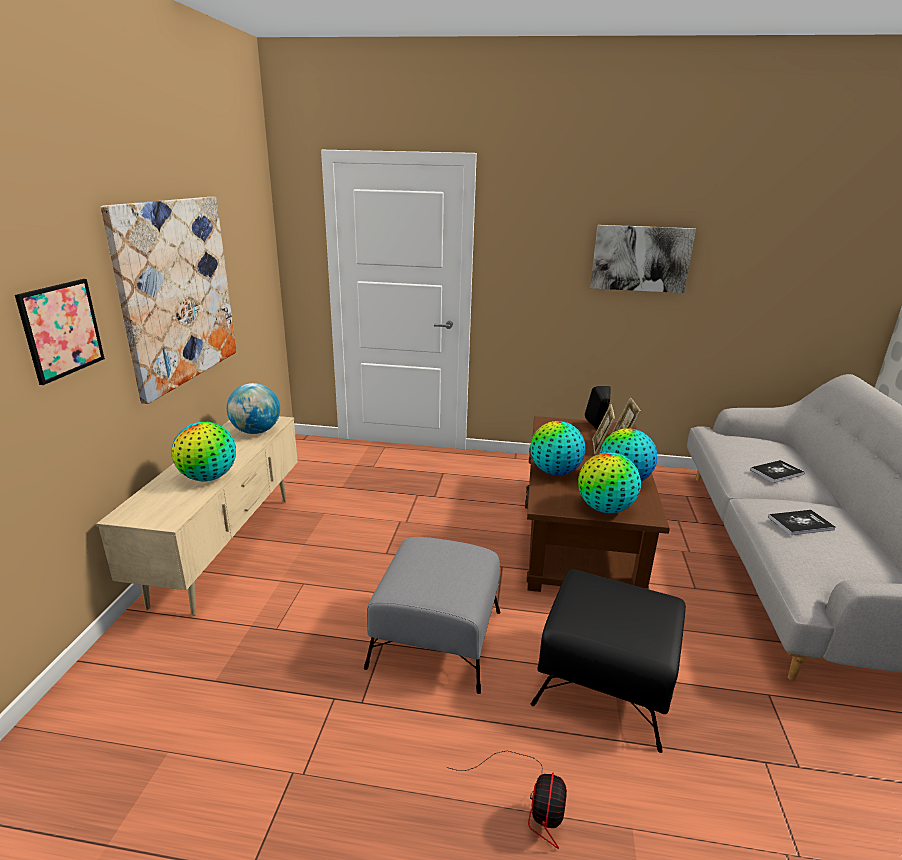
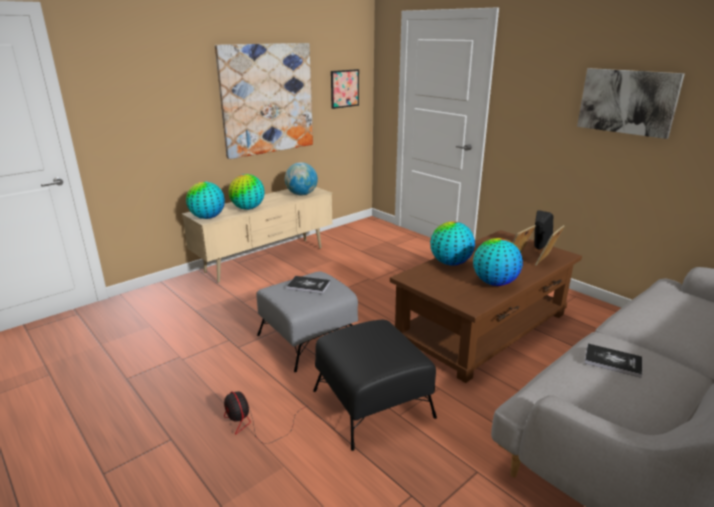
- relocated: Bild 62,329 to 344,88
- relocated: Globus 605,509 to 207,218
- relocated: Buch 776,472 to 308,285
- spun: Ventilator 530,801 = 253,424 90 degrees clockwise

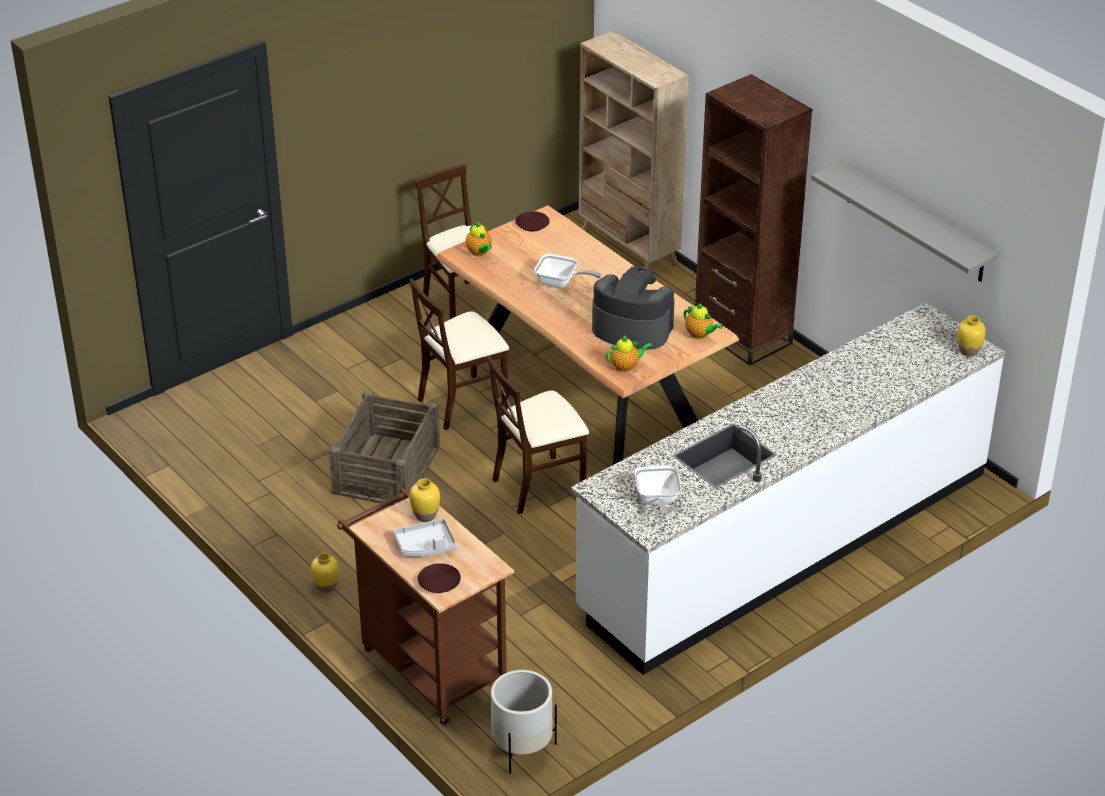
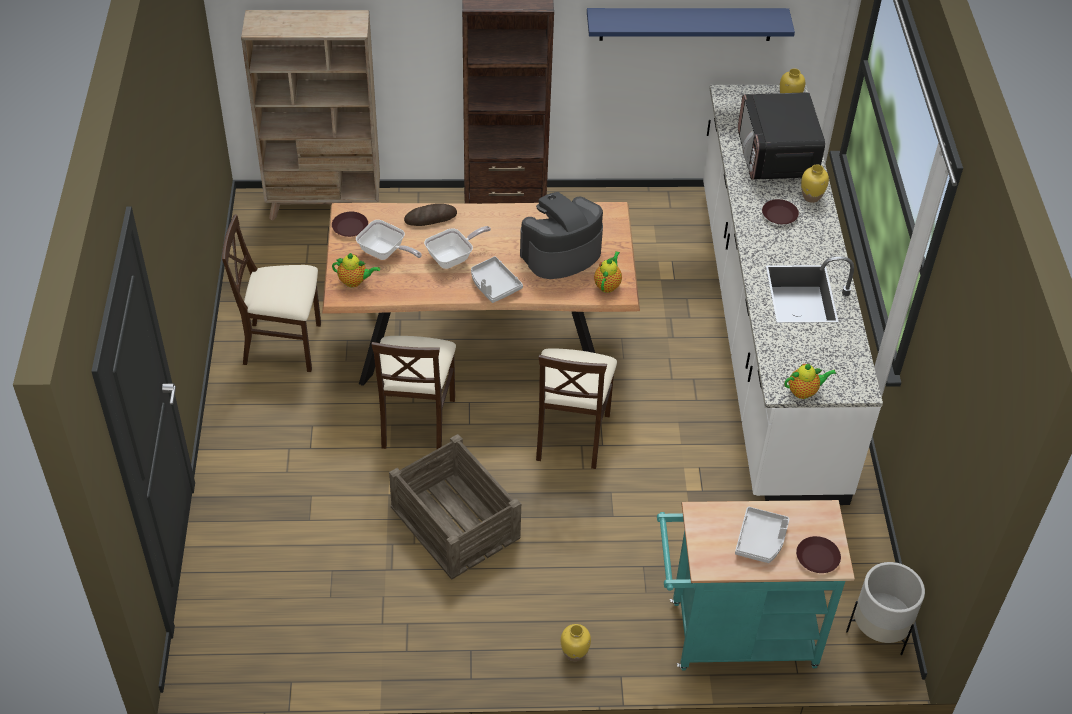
- colour: Wandregal [grau] 915,223 to Wandregal [blau] 686,24
- relocated: Teekanne 700,335 to 804,391
- relocated: Pfanne 657,501 to 385,253
- relocated: Vase [gelb] 425,516 to 811,197
- colour: Rollwagen [braun] 428,665 to Rollwagen [türkis] 733,636
- appeared: Mikrowelle 776,156
- appeared: Teller [braun] 780,215
- appeared: Brot 430,218
- appeared: Tablett [grau] 494,285

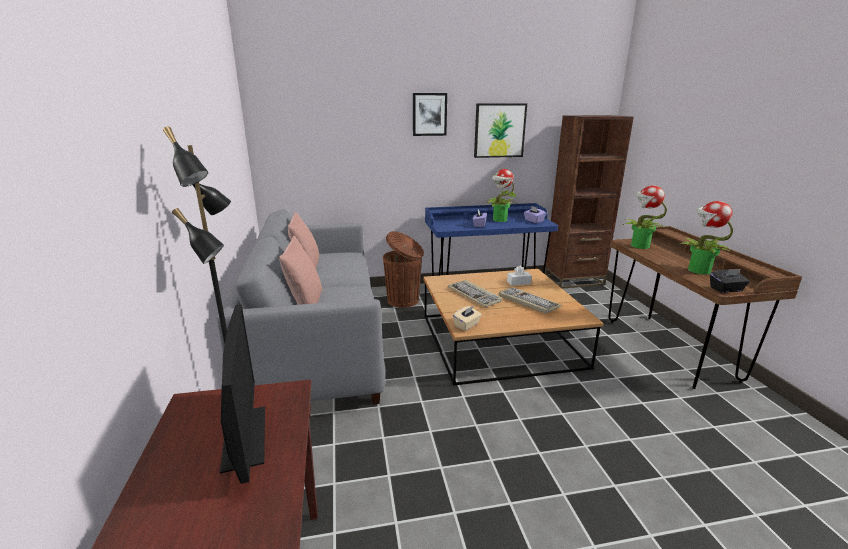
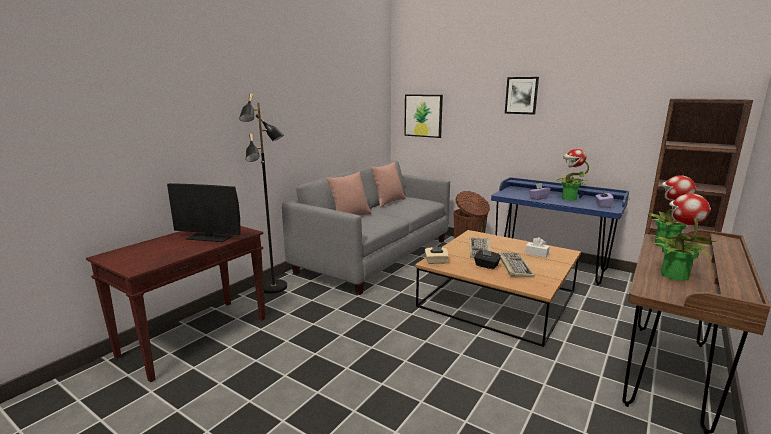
- relocated: Bild 499,130 to 423,115
- relocated: Taschentuchbox [schwarz] 726,289 to 486,266
- spun: Monitor 244,437 = 209,237 75 degrees clockwise

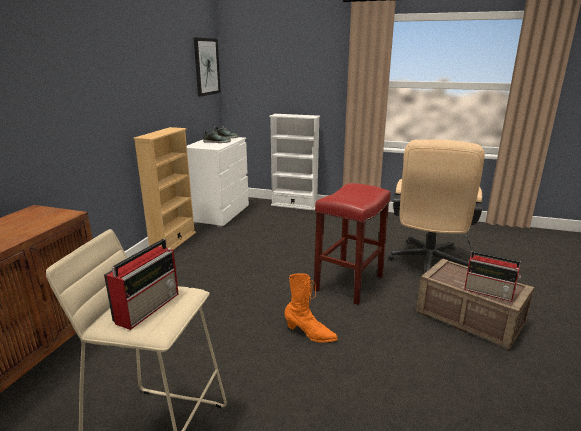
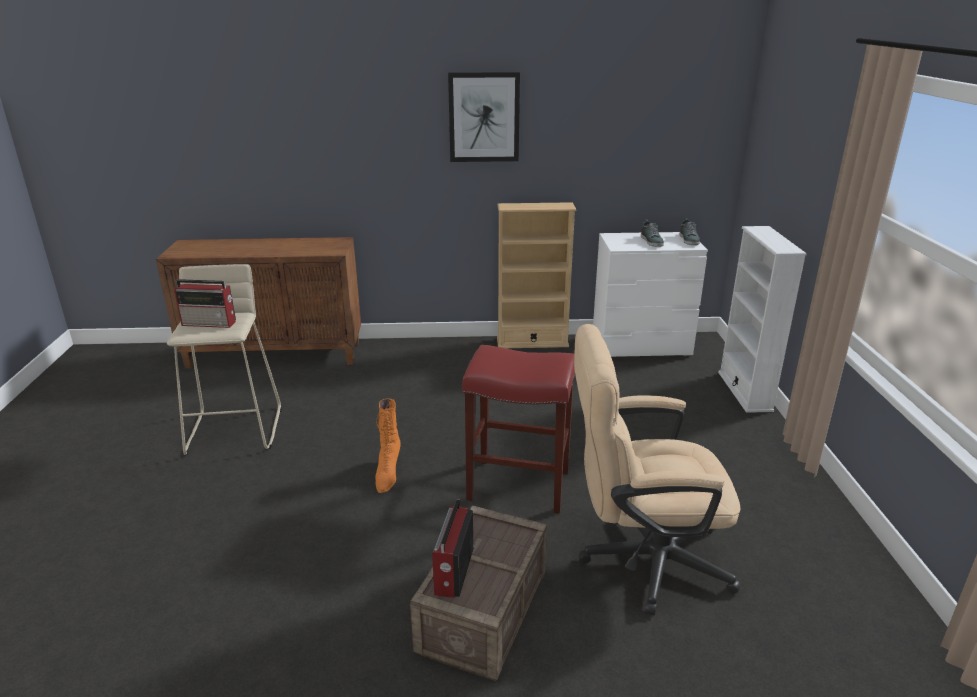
- relocated: Bild 206,67 to 484,117

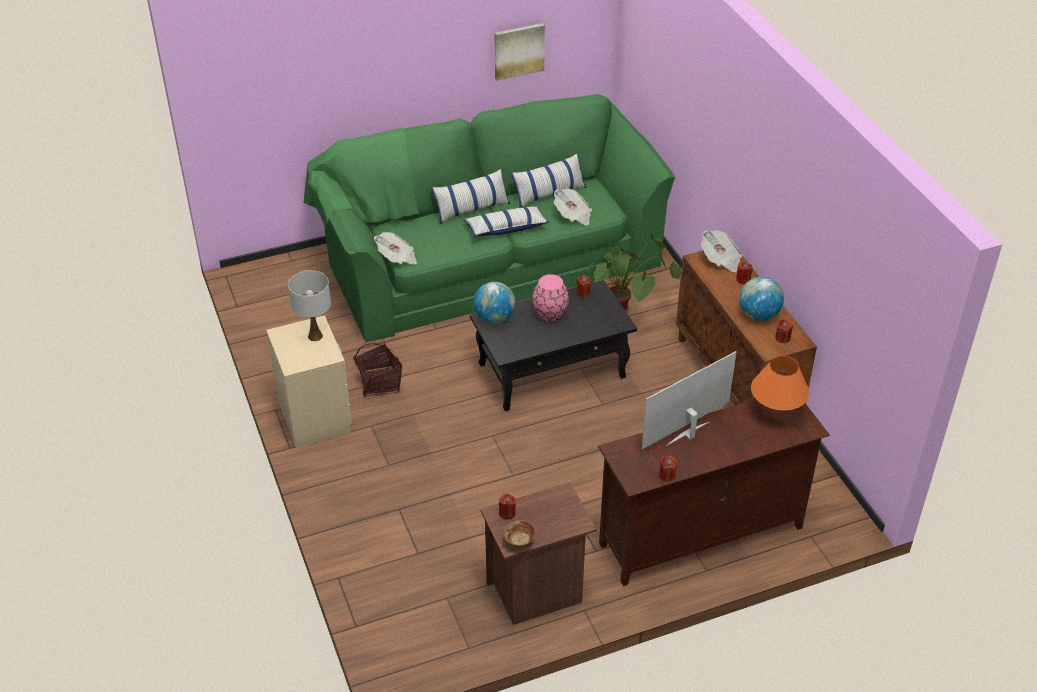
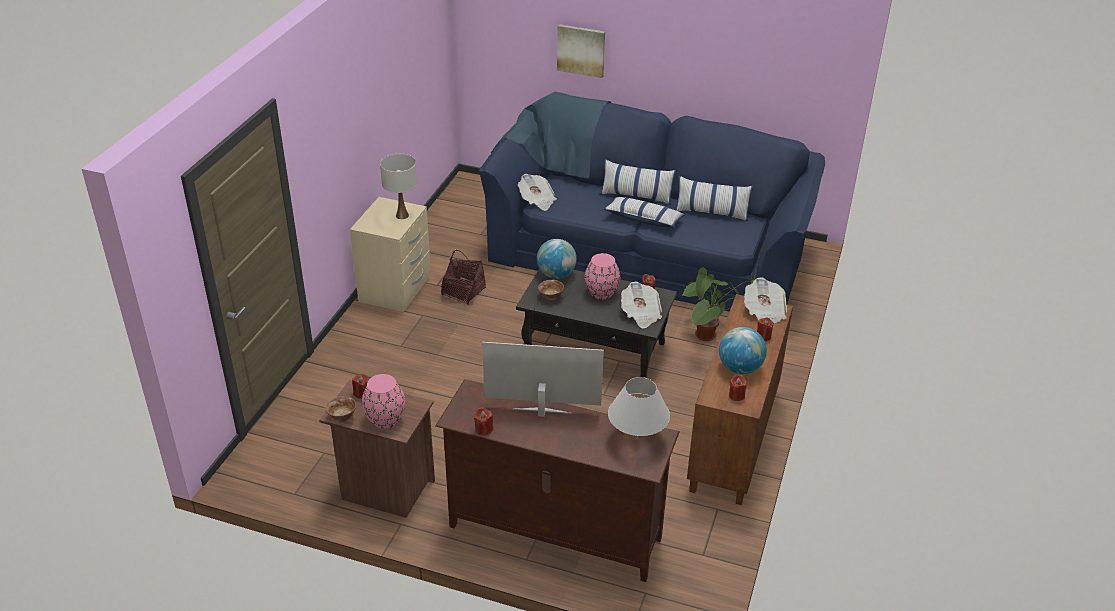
- relocated: Bild 518,50 to 581,50
- colour: Sofa [grün] 488,259 to Sofa [blau] 647,251
- relocated: Zeitung 573,215 to 640,314
- colour: Tischlampe [orange] 775,412 to Tischlampe [weiß] 637,438
- appeared: Schüssel 551,297
- appeared: Vase [rosa] 385,420

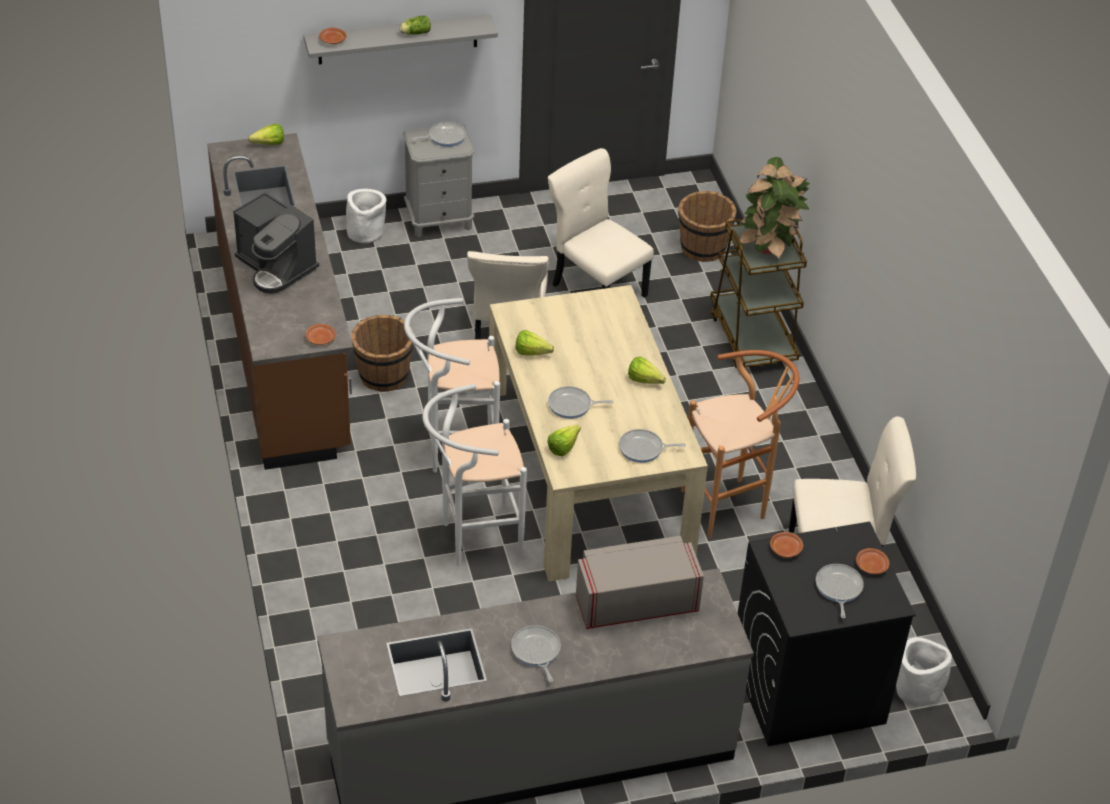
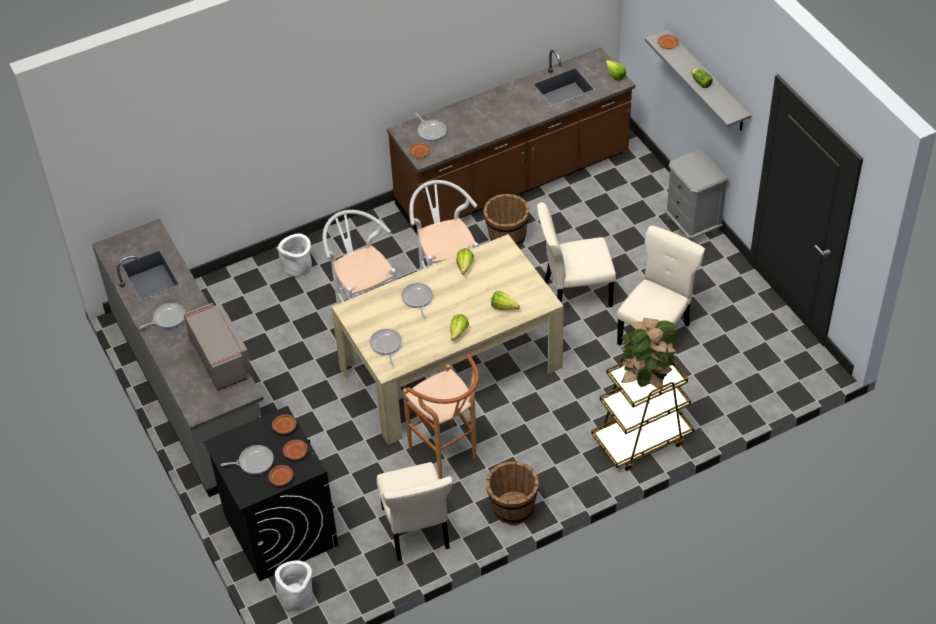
- relocated: Pfanne 444,137 to 431,131
- relocated: Pflanzkübel [weiß] 366,233 to 297,267
- relocated: Eimer [braun] 703,248 to 512,508
- missing: Kaffeemaschine 276,267
- relocated: Salatkopf 566,446 to 506,308
- appeared: Teller [braun] 295,452

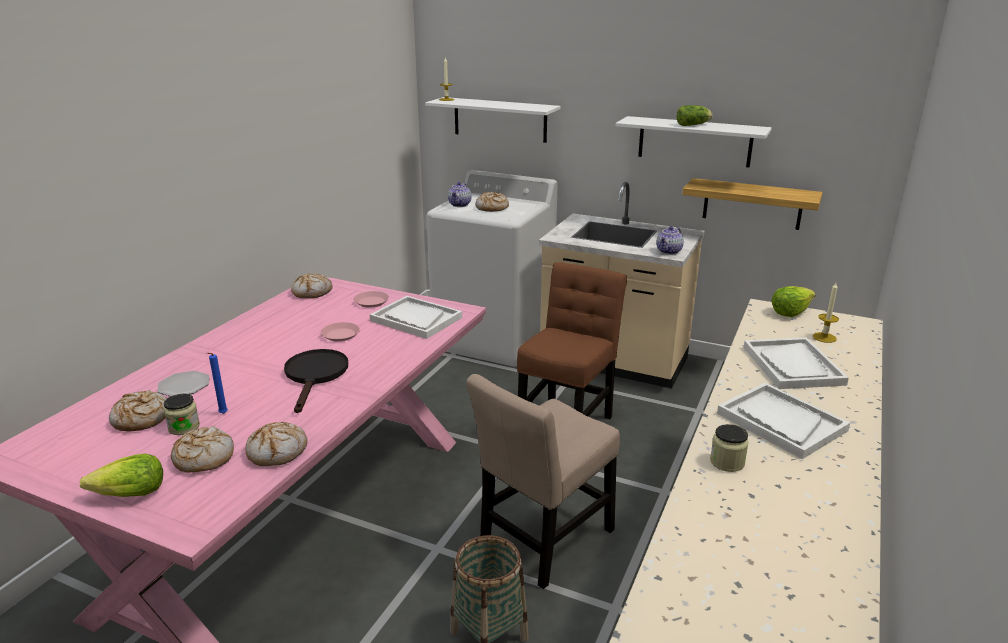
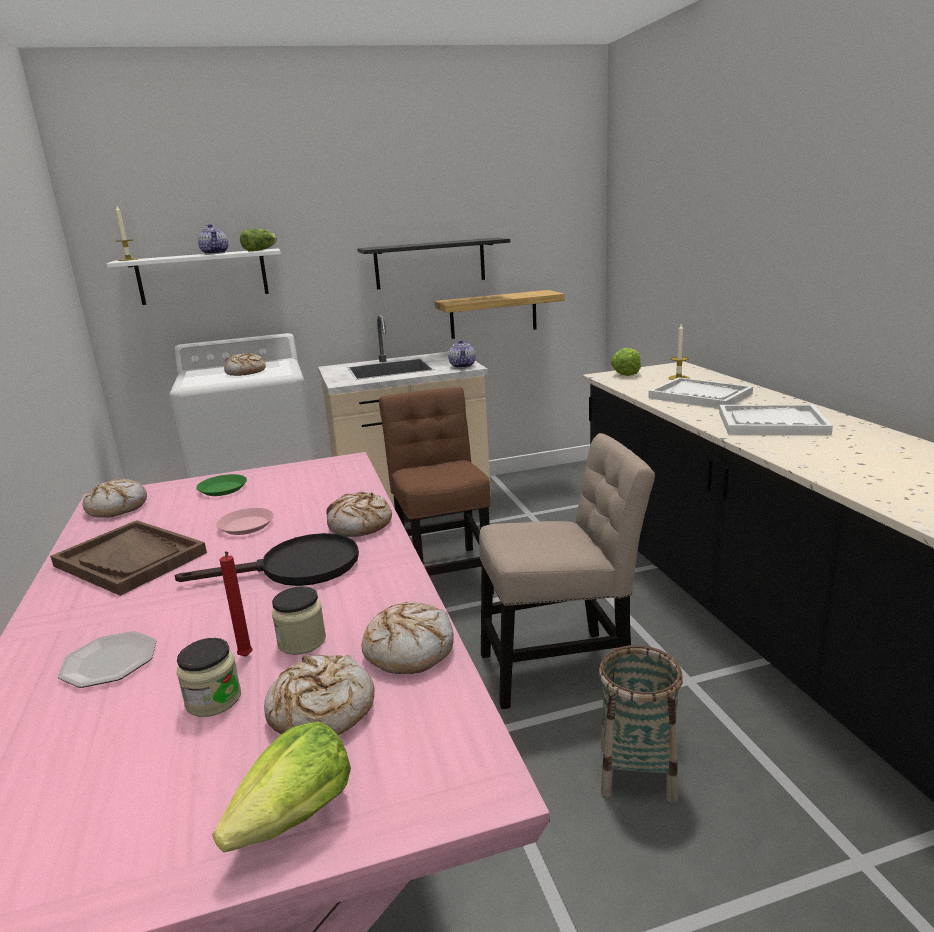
- relocated: Salatkopf 694,125 to 261,250
- colour: Wandregal [weiß] 694,141 to Wandregal [schwarz] 430,263
- relocated: Teekanne 460,205 to 216,253
- colour: Teller [rosa] 371,302 to Teller [grün] 223,489
- missing: Tablett [weiß] 416,319
- spun: Pfanne [schwarz] 315,376 = 296,568 120 degrees clockwise
- colour: Kerze [blau] 222,414 to Kerze [rot] 246,658
- spun: Stuhl [beige] 543,541 = 562,668 105 degrees counterclockwise
- relocated: Brot 141,419 to 359,525
- relocated: Vorratsglas 727,462 to 302,641
- appeared: Tablett [braun] 131,559

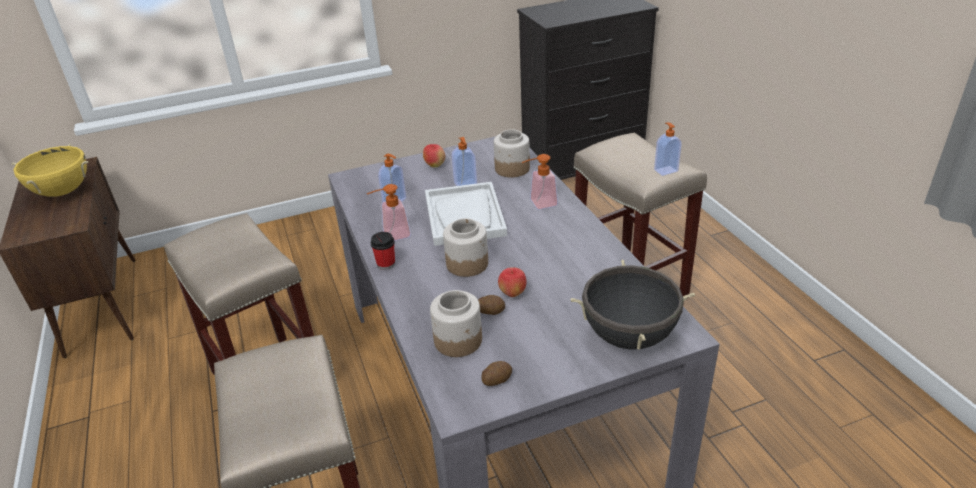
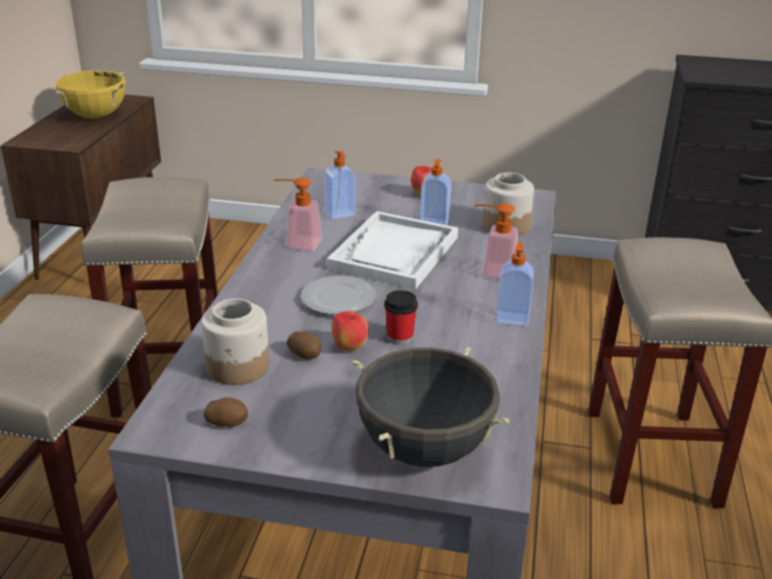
- relocated: Seifenspender 665,170 to 512,318
- exchanged: Vorratsglas 467,263 to Teller 339,299
- relocated: Tasse 386,264 to 400,337

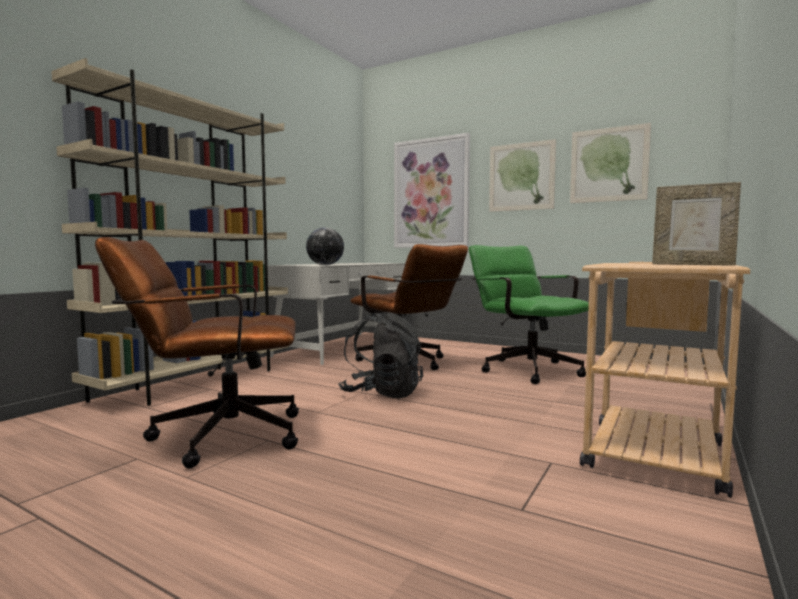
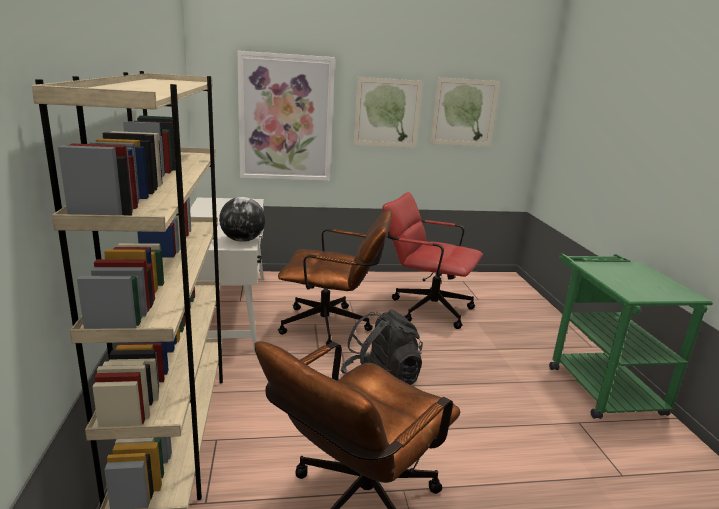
- missing: Bilderrahmen 692,265
- colour: Bürostuhl [grün] 525,369 to Bürostuhl [rot] 424,307
- colour: Rollwagen [beige] 654,449 to Rollwagen [grün] 598,384

